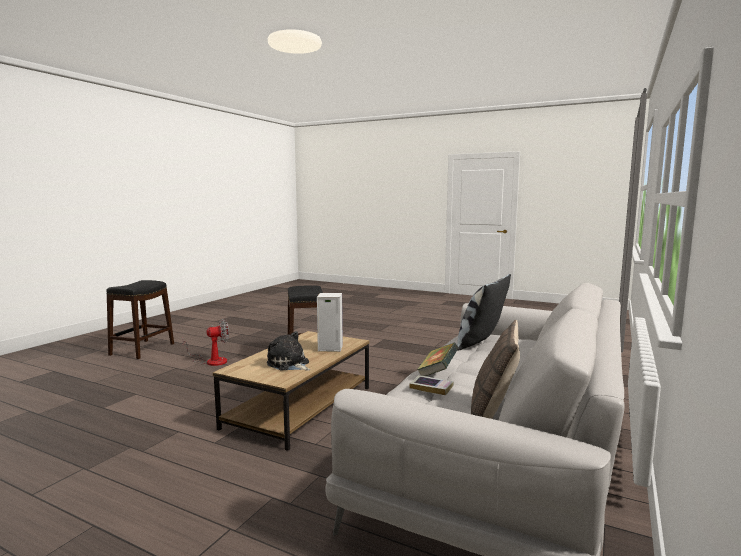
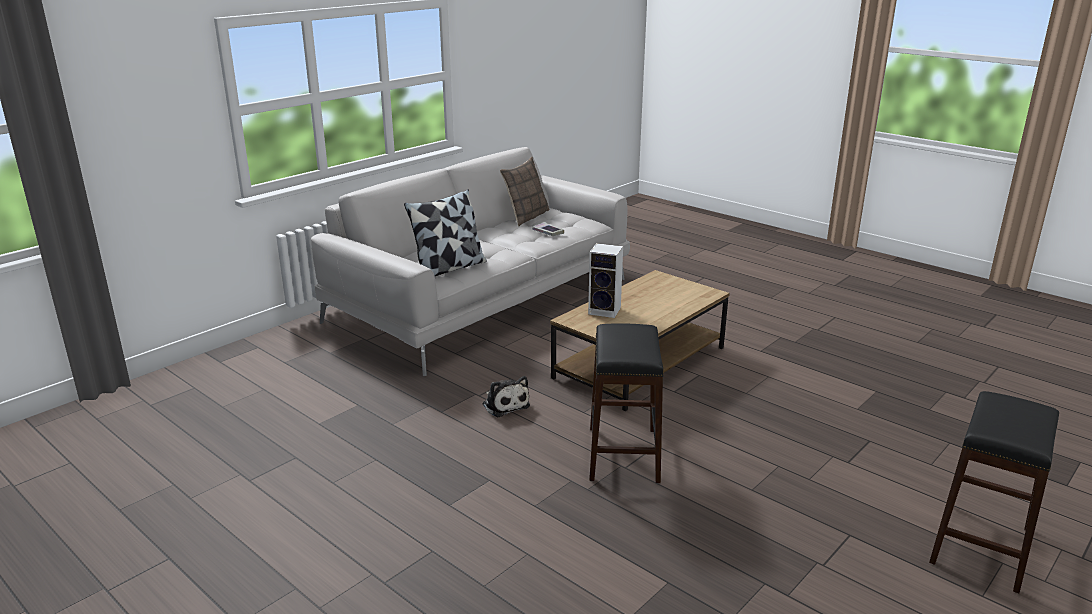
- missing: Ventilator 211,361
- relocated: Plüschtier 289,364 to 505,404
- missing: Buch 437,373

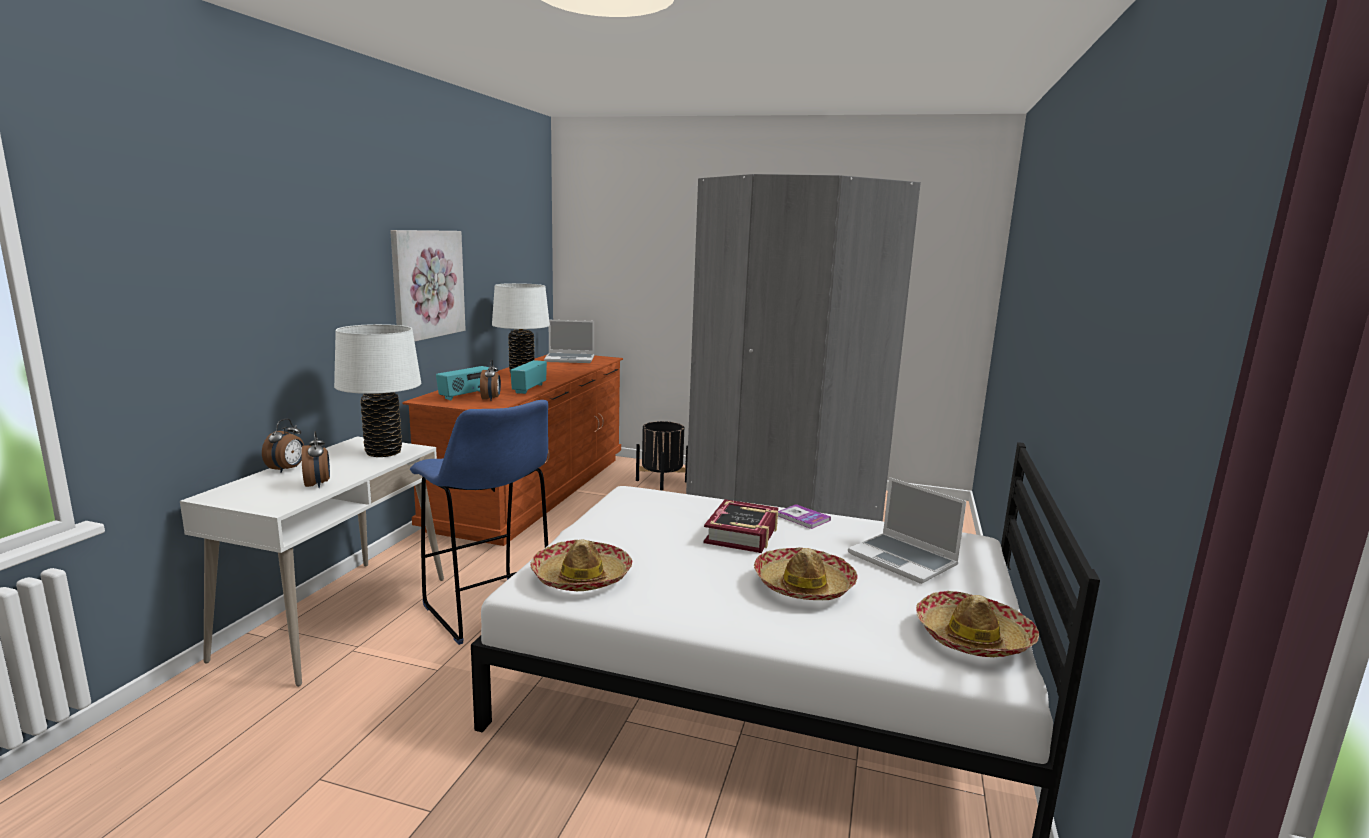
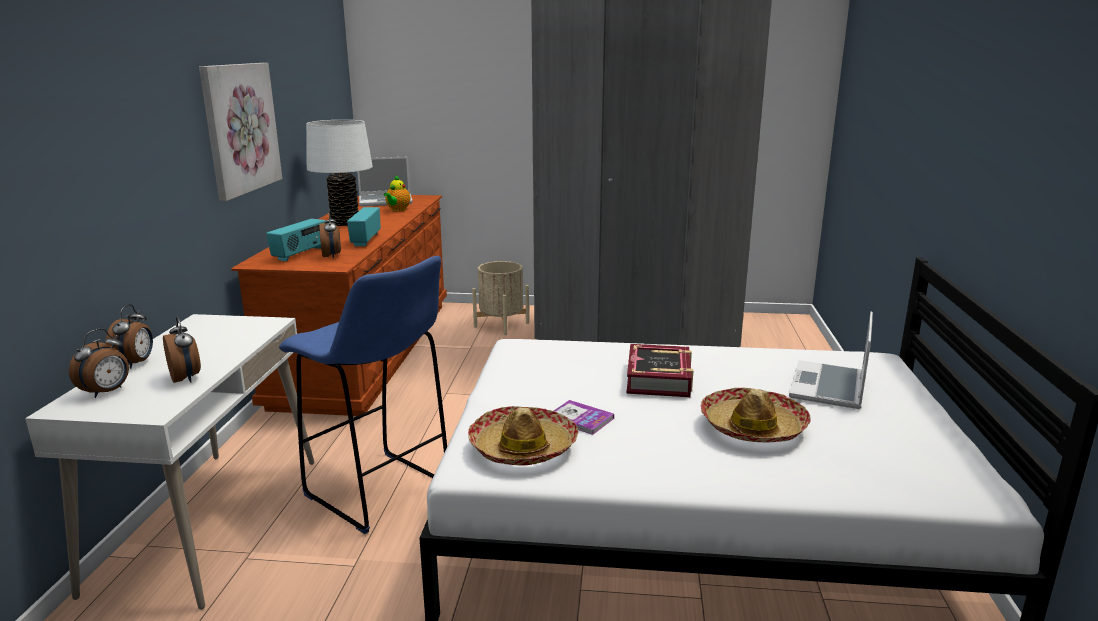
- missing: Tischlampe [weiß] 383,452
- colour: Pflanzkübel [schwarz] 662,481 to Pflanzkübel [beige] 501,325
- spun: Laptop 904,560 = 829,387 75 degrees clockwise
- relocated: Buch 803,518 to 580,419
- missing: Hut 973,637
- appeared: Teekanne 397,210
- appeared: Wecker 107,392

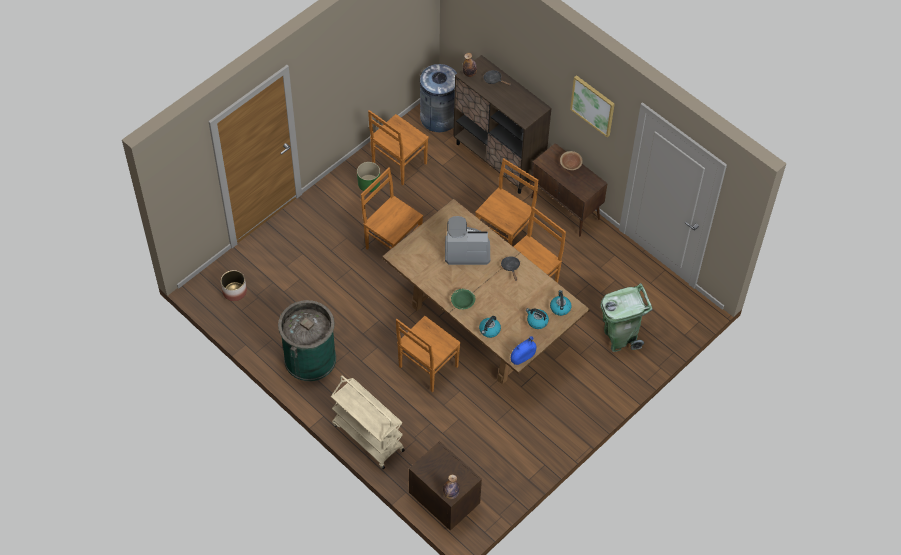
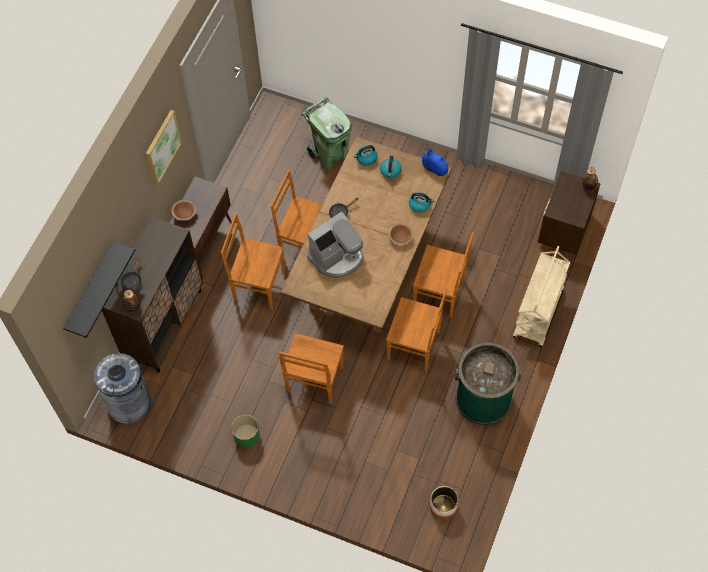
- relocated: Stuhl [braun] 398,164 to 415,346
- spun: Kaffeemaschine 466,249 = 337,257 105 degrees counterclockwise
- colour: Schüssel [grün] 463,302 to Schüssel [braun] 400,237
- appeared: Wandregal [schwarz] 91,290

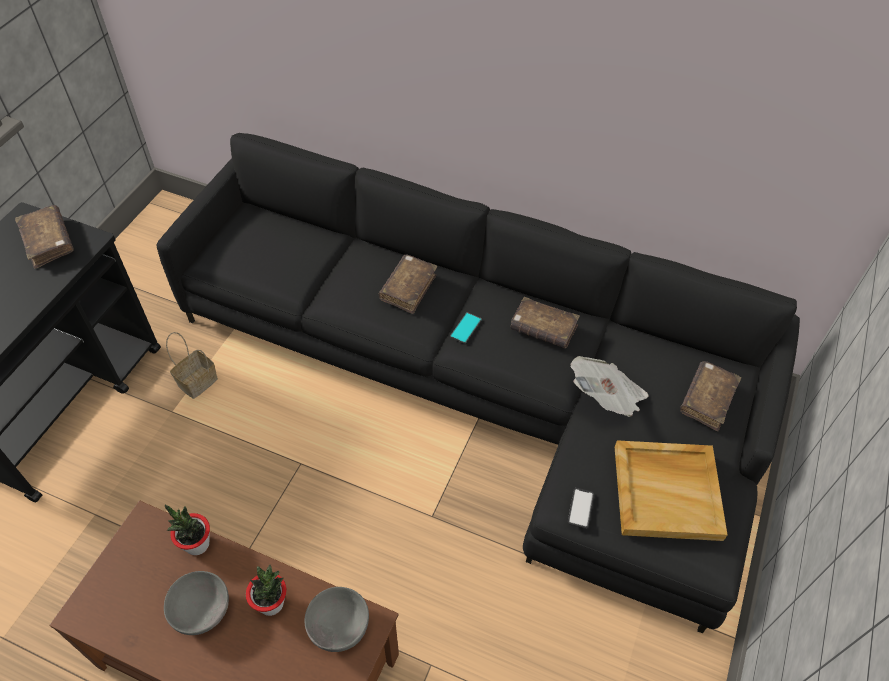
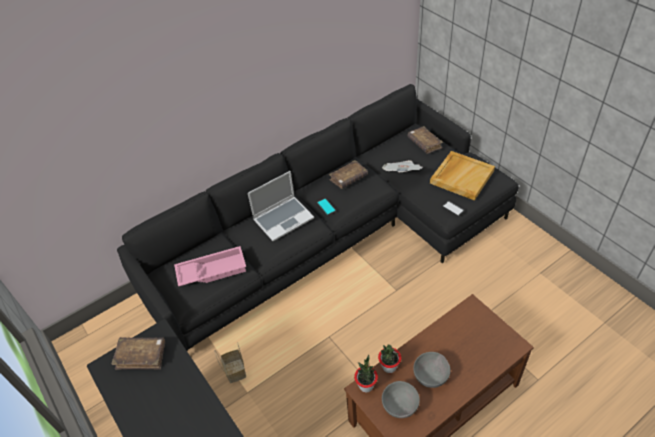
- exchanged: Buch [braun] 408,288 to Laptop 283,218
- relocated: Topfpflanze 271,603 to 366,385
- relocated: Schüssel [grau] 337,628 to 400,407
- appeared: Tablett [rosa] 212,270

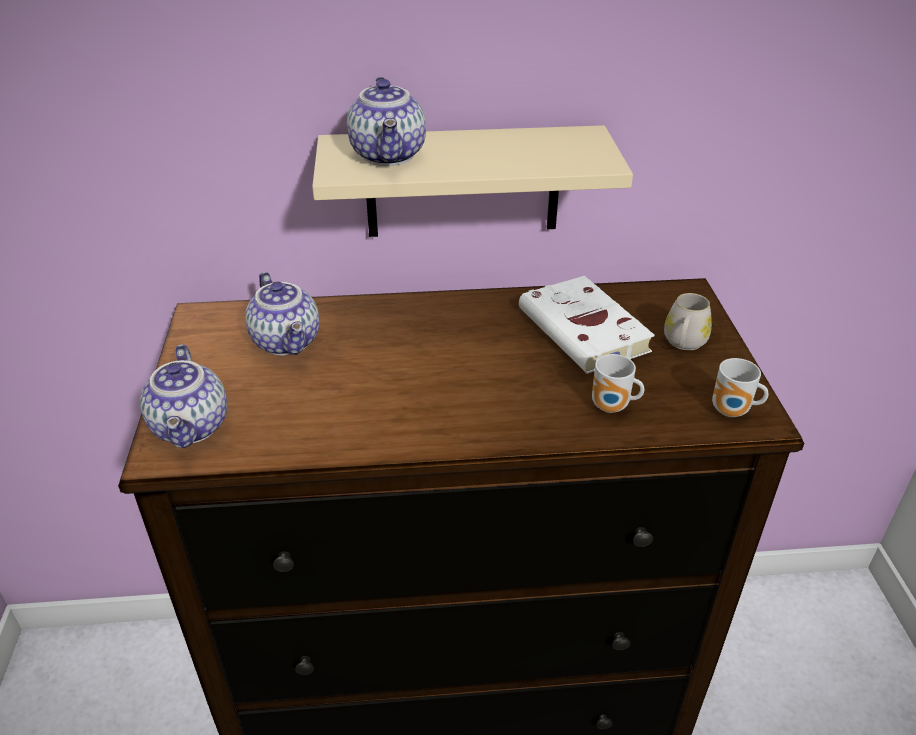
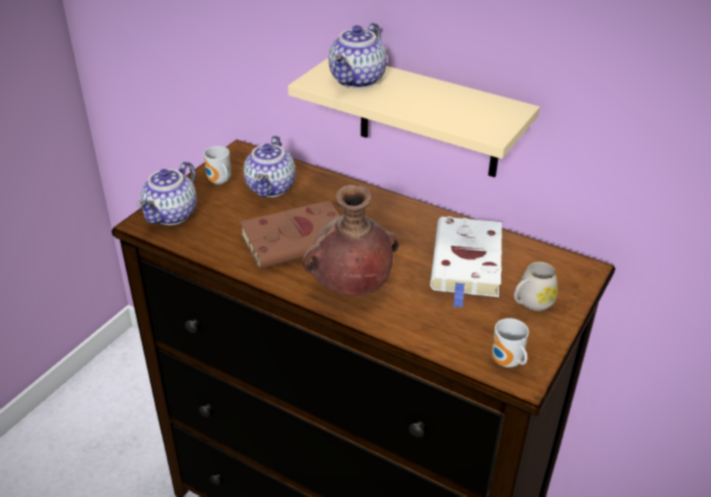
- relocated: Henkelbecher 612,408 to 219,182
- appeared: Vase [braun] 350,287
- appeared: Buch [braun] 299,240

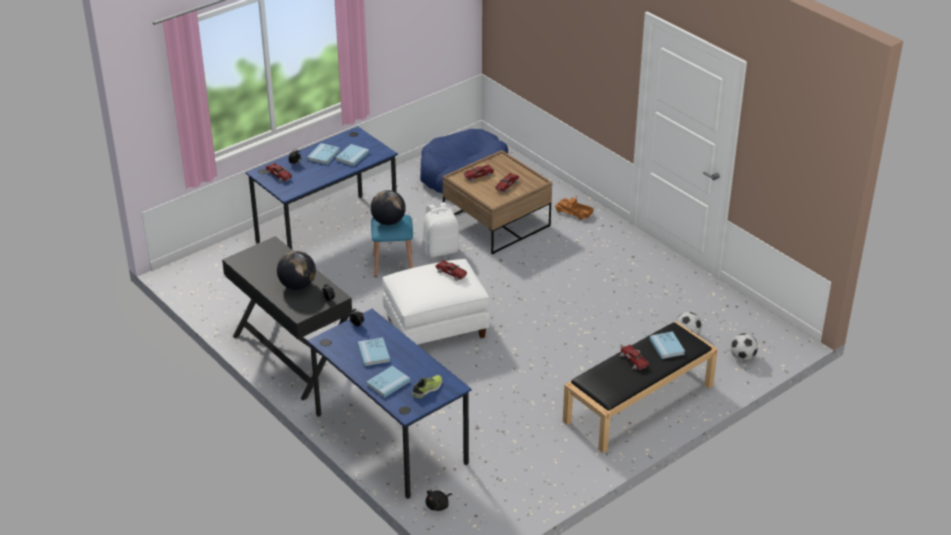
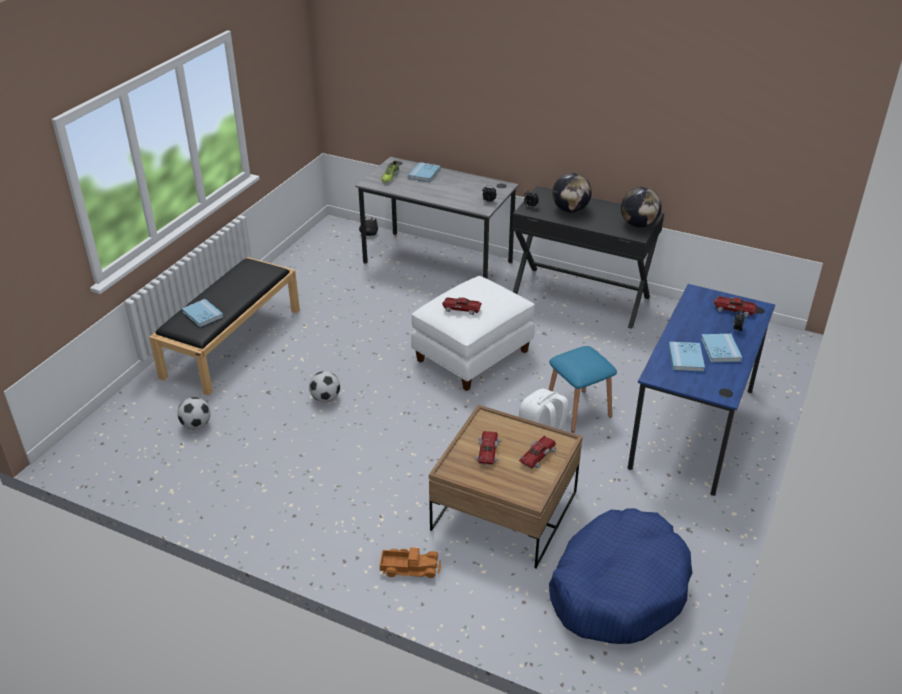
- relocated: Globus 388,222 to 638,224
- colour: Schreibtisch [blau] 391,438 to Schreibtisch [grau] 437,262
- relocated: Fußball 742,357 to 325,398
- missing: Buch [blau] 373,353
- missing: Spielzeugauto 633,360

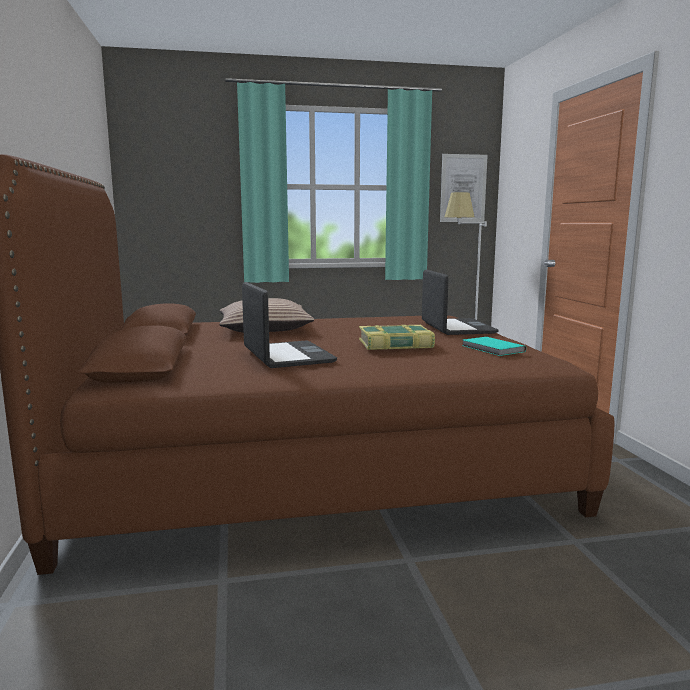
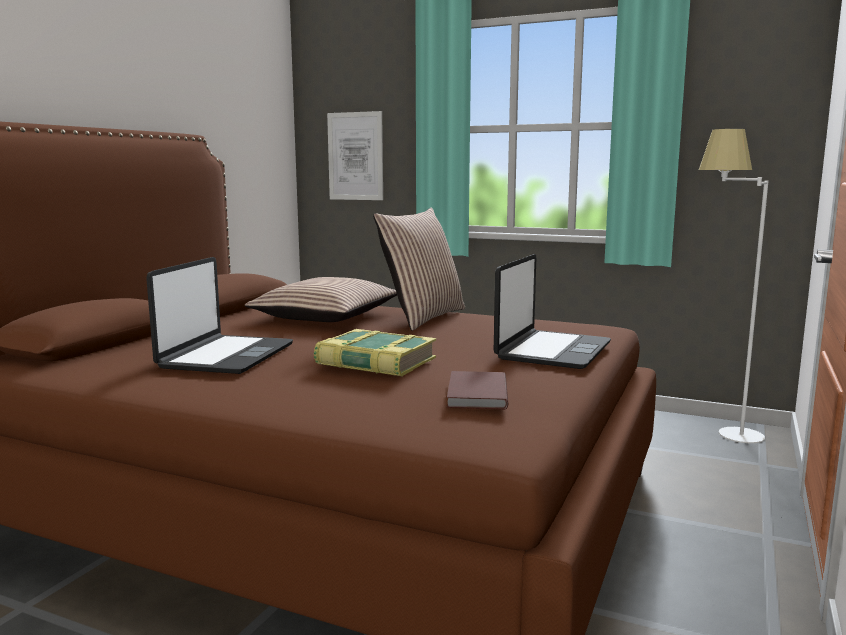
- relocated: Bild 463,188 to 355,156
- colour: Buch [türkis] 492,349 to Buch [braun] 475,394
- appeared: Kissen 422,317

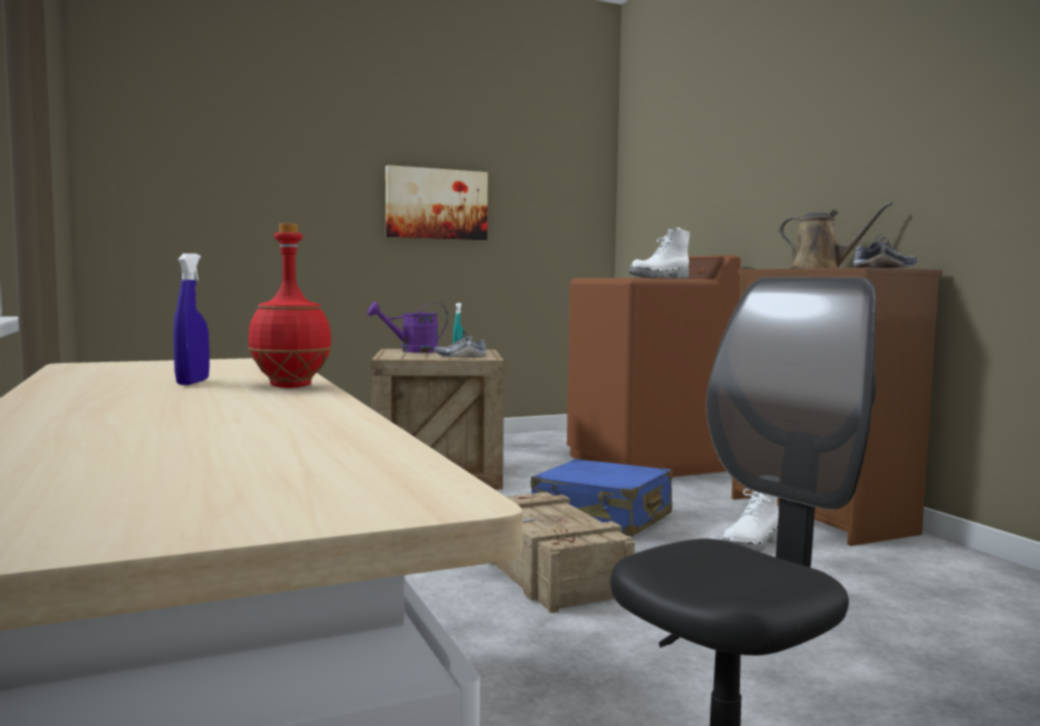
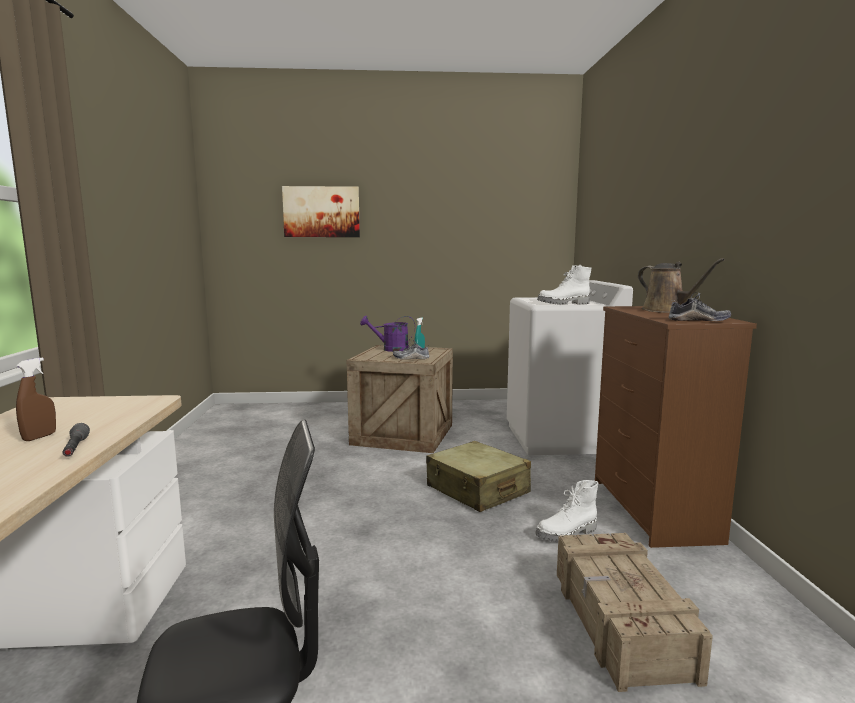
- relocated: Bild 436,204 to 321,212
- exchanged: Flasche [rot] 291,386 to Taschenlampe [grau] 75,448
- colour: Sprühflasche [blau] 192,382 to Sprühflasche [braun] 39,437
- colour: Waschmaschine [braun] 647,463 to Waschmaschine [weiß] 560,438
- colour: Koffer [blau] 602,518 to Koffer [beige] 477,490
- relocated: Kiste 546,572 to 619,623

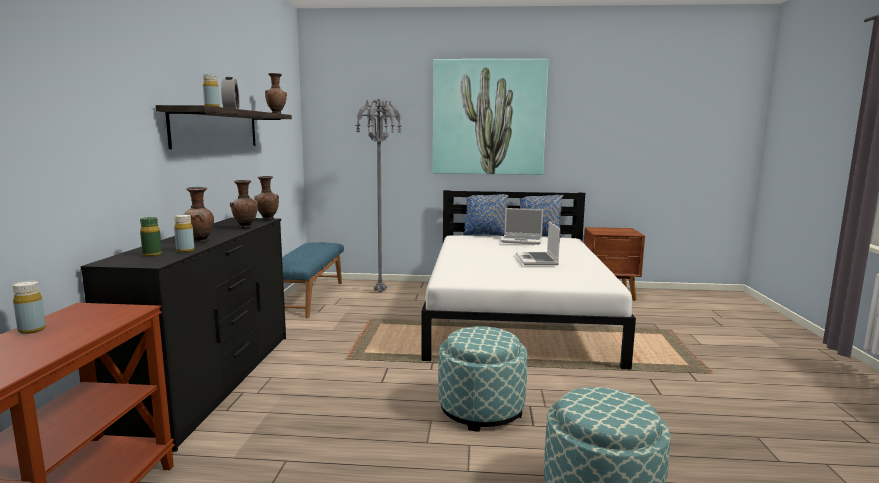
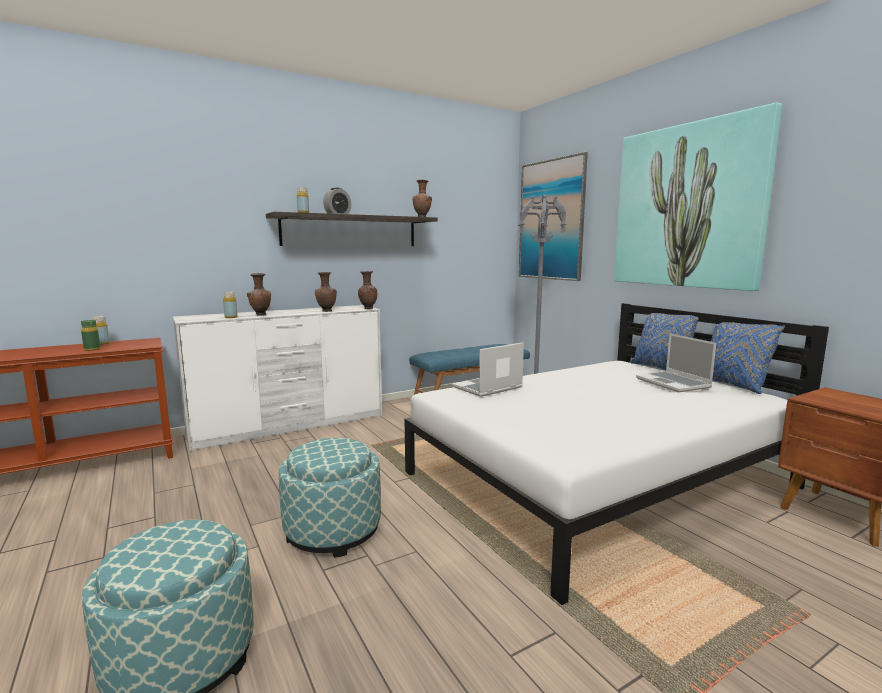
- relocated: Flasche [grün] 152,254 to 92,349
- colour: Kommode [schwarz] 216,381 to Kommode [weiß] 290,425
- relocated: Laptop 537,260 to 487,388
- appeared: Bild 551,220

